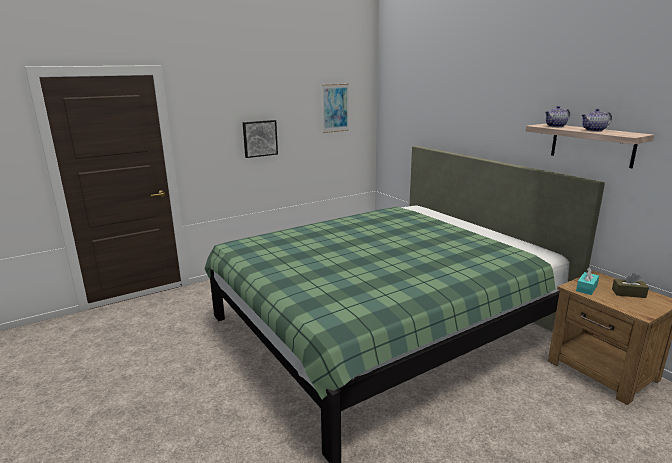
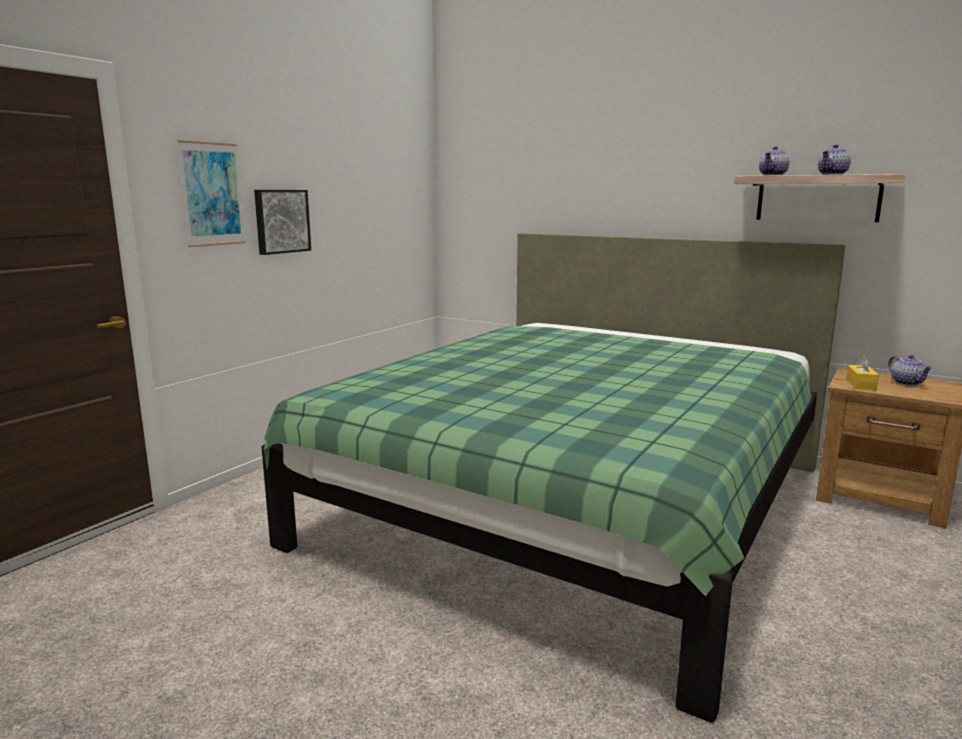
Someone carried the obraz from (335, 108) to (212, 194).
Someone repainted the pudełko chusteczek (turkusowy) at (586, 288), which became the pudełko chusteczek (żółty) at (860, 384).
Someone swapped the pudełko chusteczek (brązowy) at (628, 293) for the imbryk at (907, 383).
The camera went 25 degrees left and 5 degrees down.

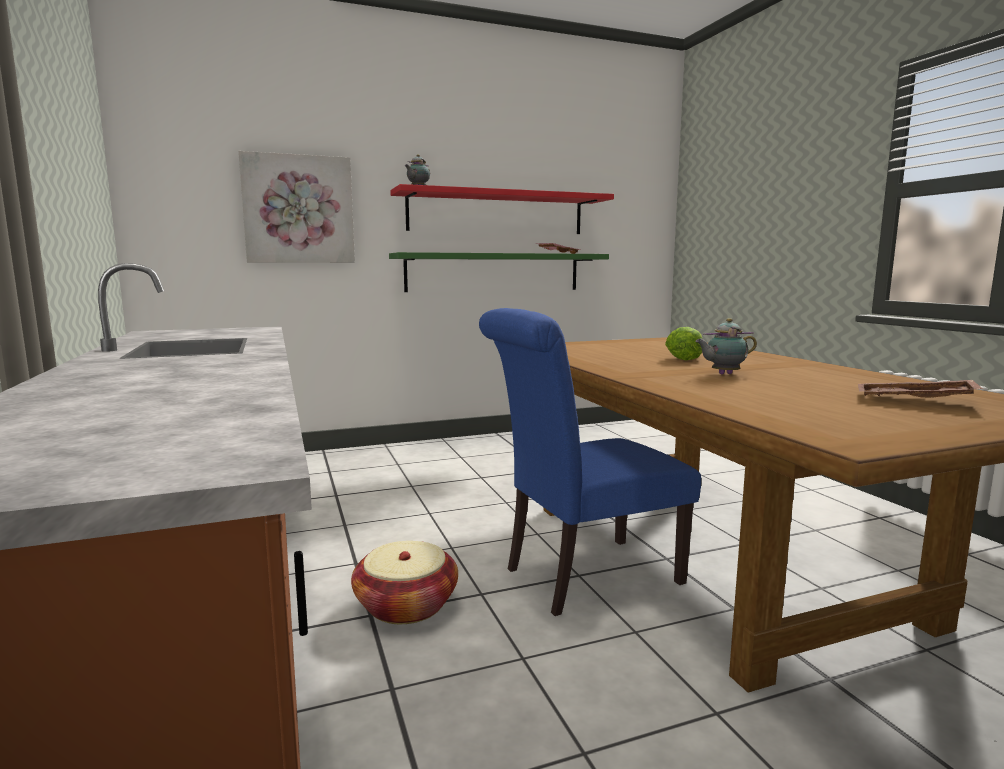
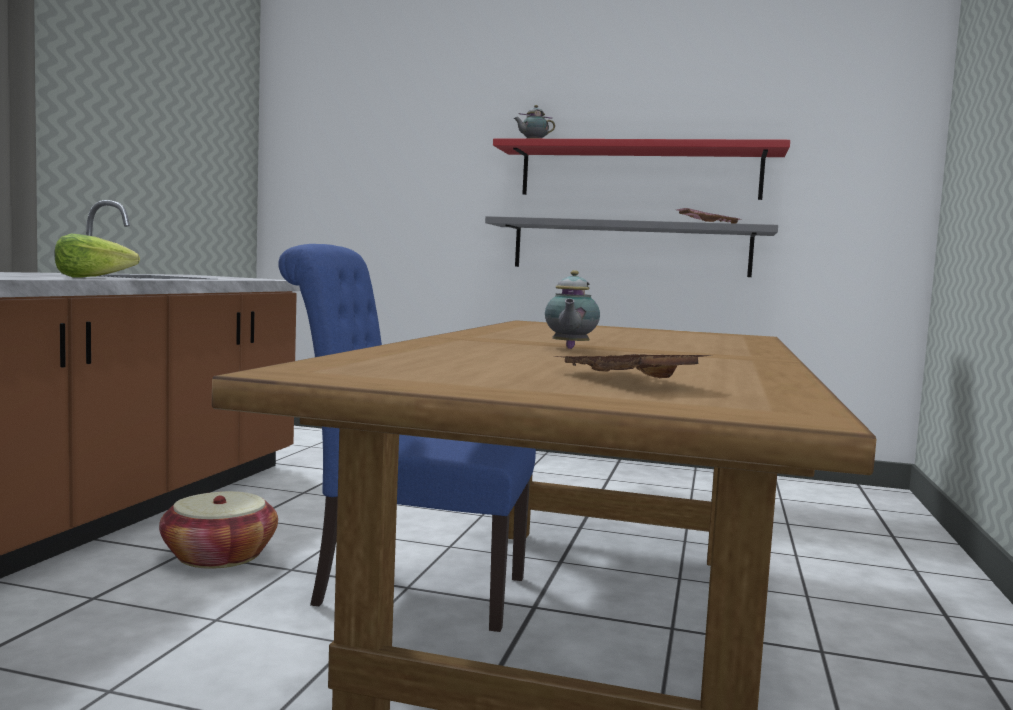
Someone carried the sałata from (684, 358) to (93, 278).
Someone repainted the półka (zielony) at (494, 272), which became the półka (szary) at (630, 248).
Someone rotated the imbryk at (723, 374) by 105 degrees counterclockwise.
Someone took away the obraz at (298, 209).
The camera went 35 degrees right and 5 degrees down.

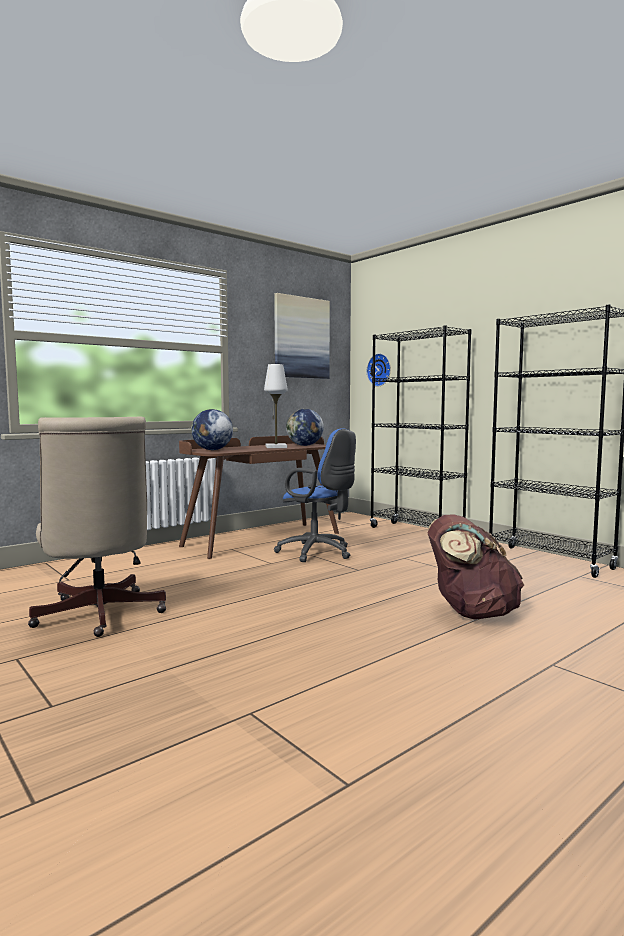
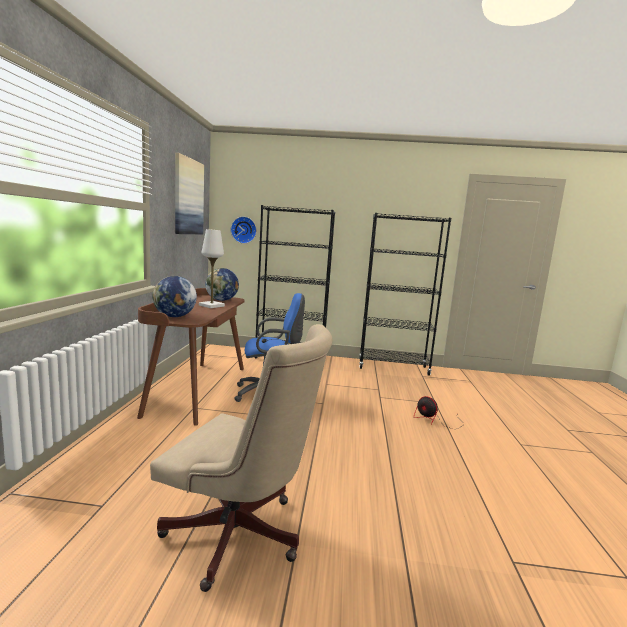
Someone swapped the plecak (brązowy) at (470, 613) for the wentylator at (436, 421).
The camera went 45 degrees left and 5 degrees up.

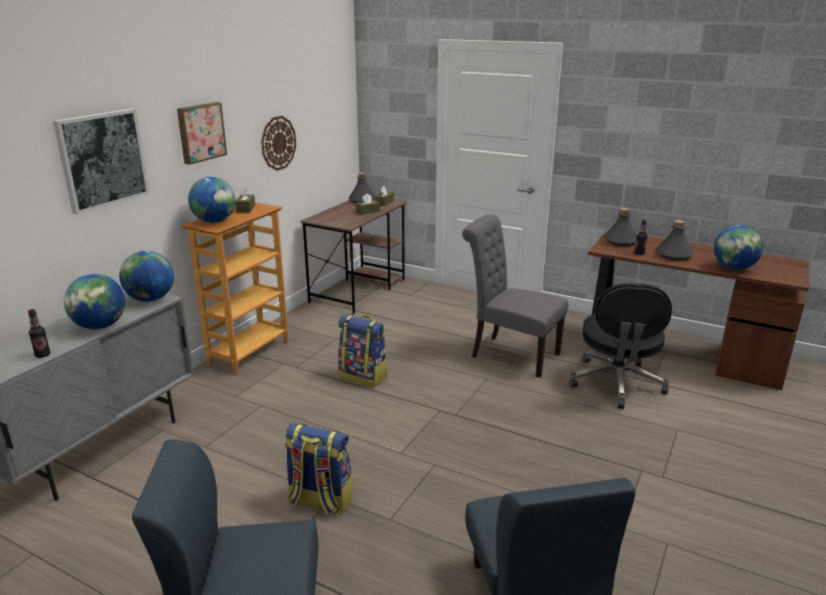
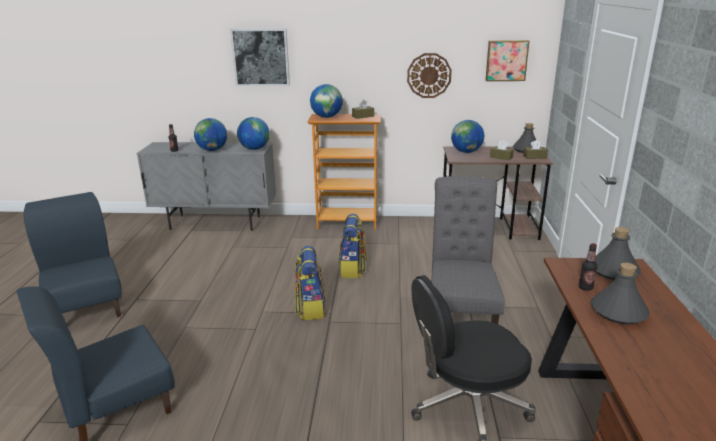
Someone carried the plecak from (320, 501) to (310, 308).
Someone carried the globus from (734, 268) to (466, 152).
Someone carried the obraz from (200, 132) to (506, 60).
The camera went 65 degrees right and 0 degrees up.

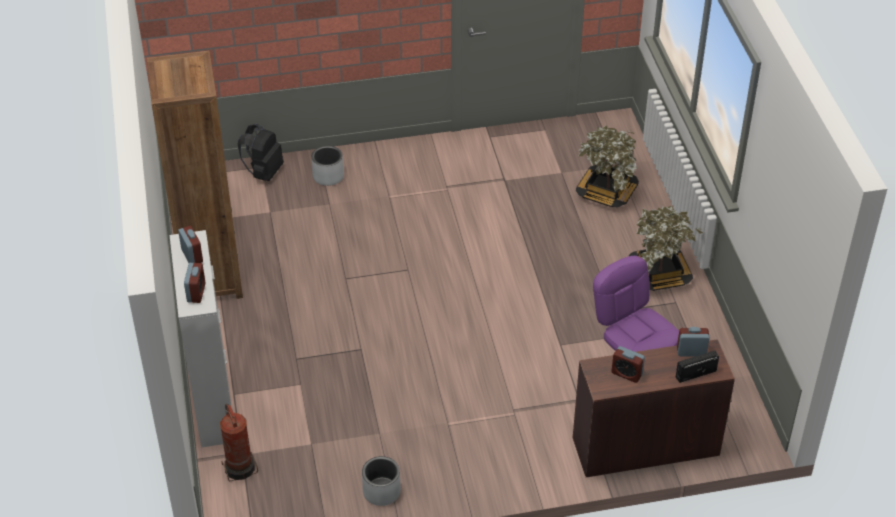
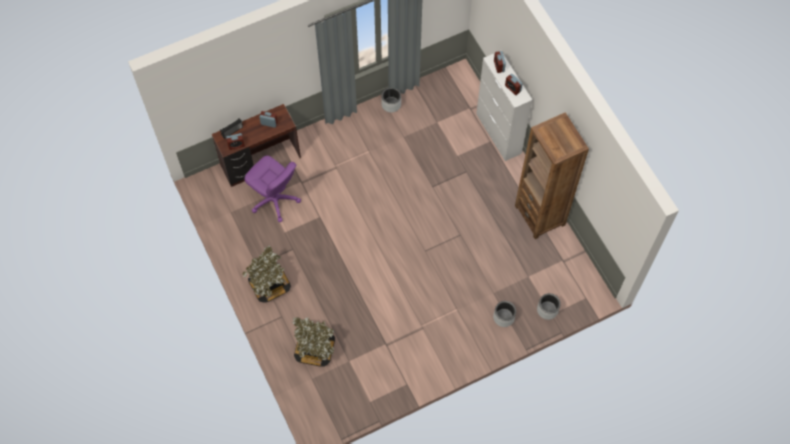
Someone swapped the plecak (czarny) at (264, 172) for the donica (szary) at (547, 310).
Someone took away the gaśnica at (240, 467).
The camera went 165 degrees right and 20 degrees up.

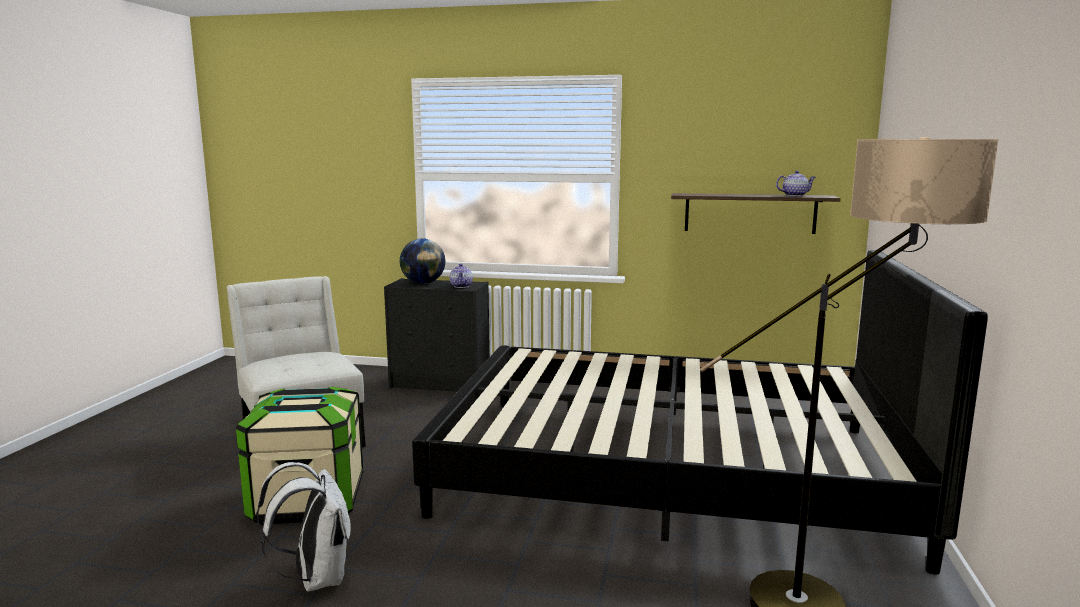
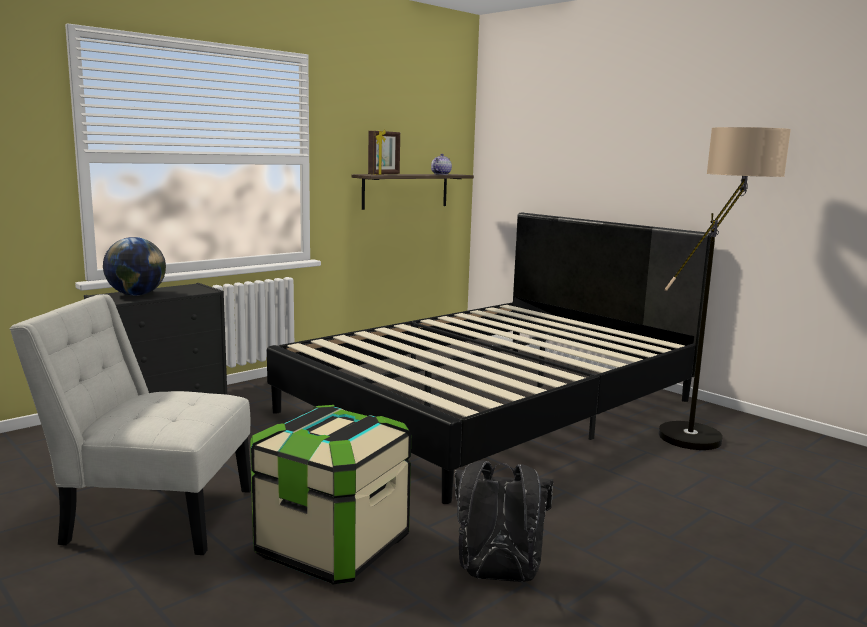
Someone put down the ramka na zdjęcie at (384, 174).
Someone repainted the plecak (biały) at (316, 578), which became the plecak (czarny) at (497, 576).
Someone took away the imbryk at (462, 286).
The camera went 55 degrees left and 0 degrees up.

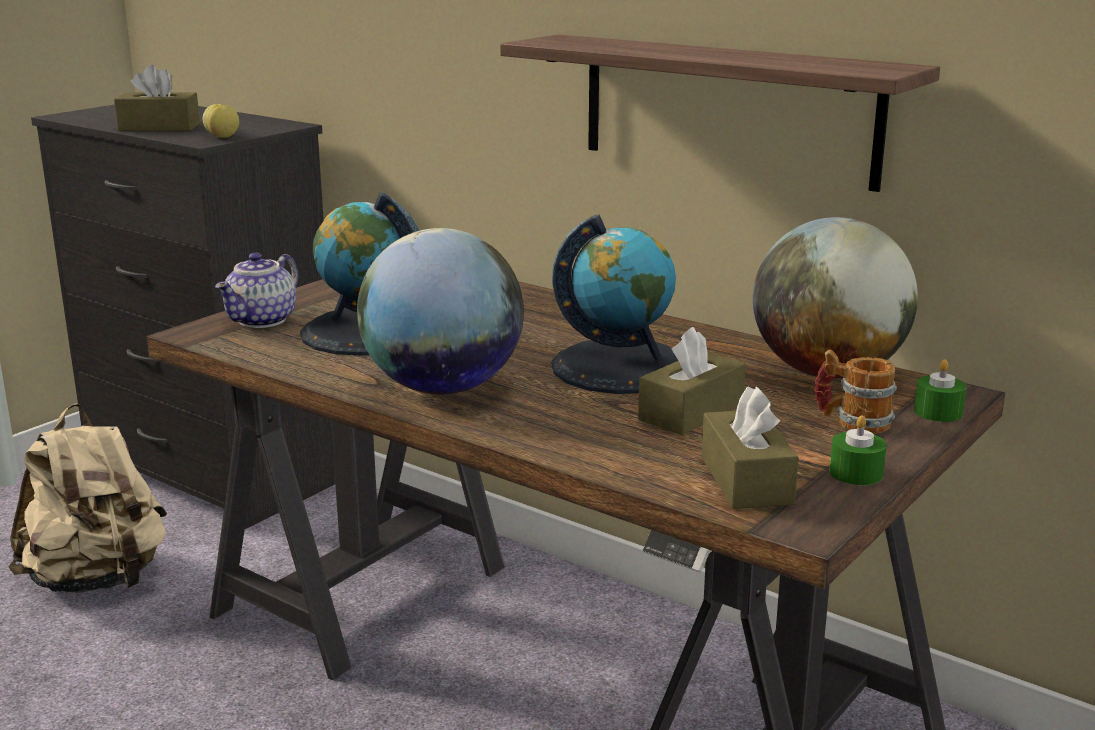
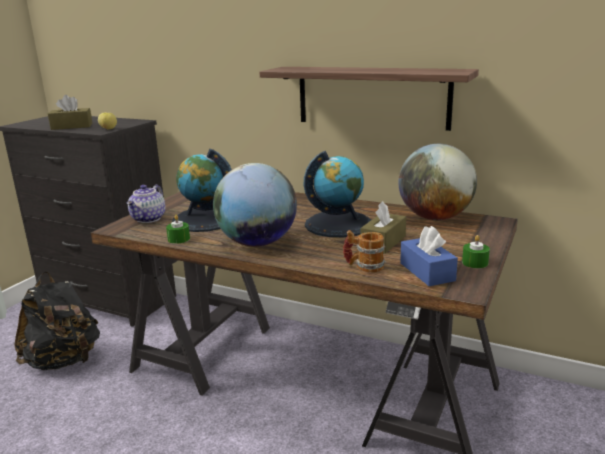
Someone repainted the plecak (beżowy) at (98, 580), which became the plecak (czarny) at (64, 361).
Someone carried the świeca (zielony) from (938, 412) to (179, 239).
Someone carried the kubek from (852, 422) to (364, 266).
Someone repainted the pudełko chusteczek (brązowy) at (746, 480), which became the pudełko chusteczek (niebieski) at (427, 272).
The camera went 10 degrees left and 0 degrees up.

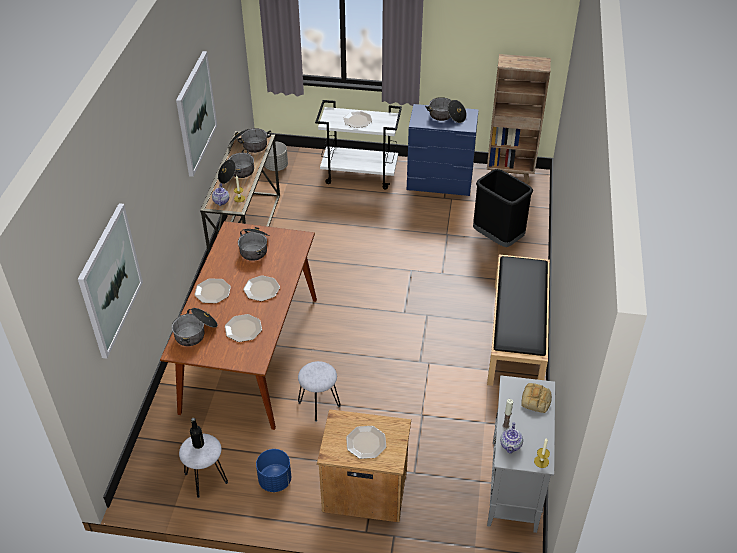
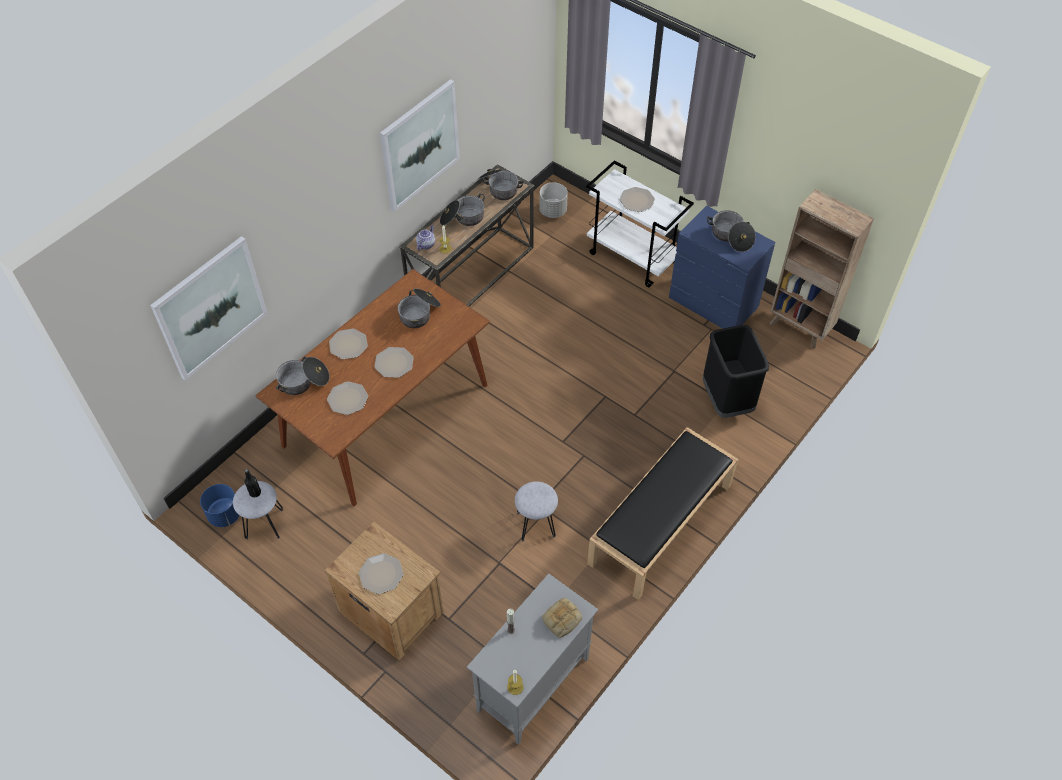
Someone carried the donica (niebieski) from (275, 480) to (225, 515).
Someone carried the stołek (szary) from (319, 404) to (536, 524).
Someone took away the imbryk at (511, 445).
The camera went 30 degrees right and 10 degrees up.

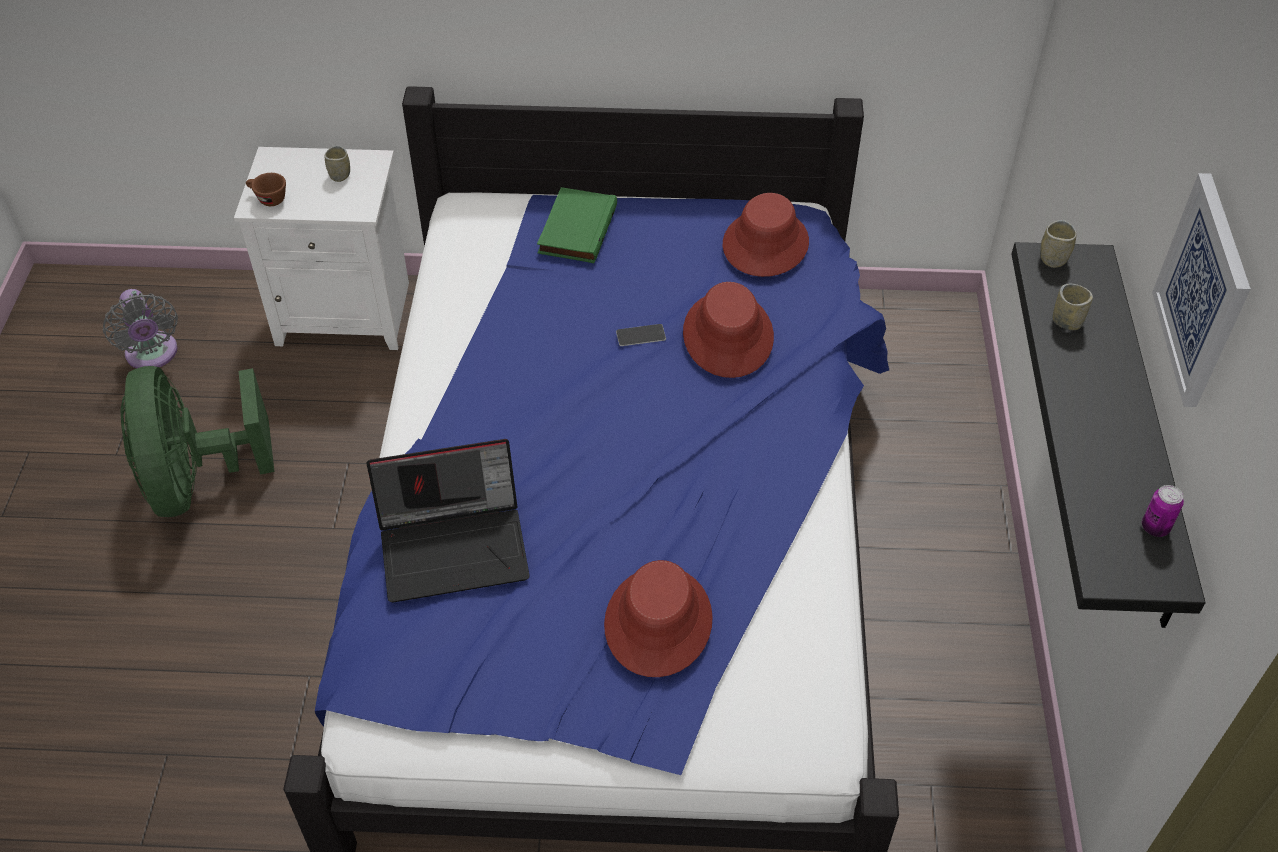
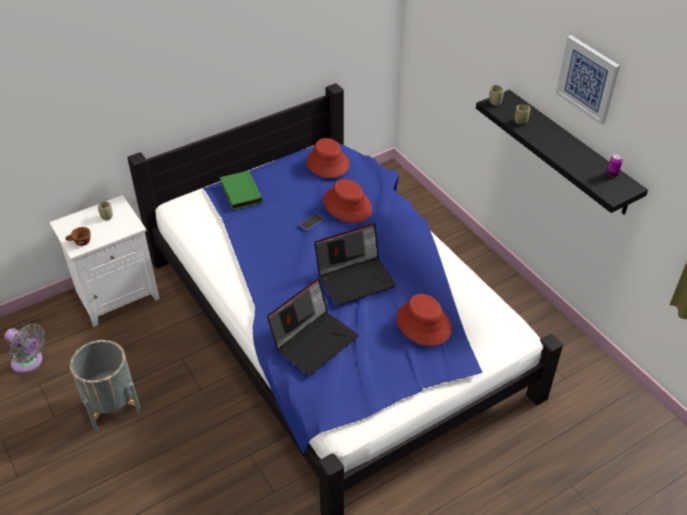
Someone swapped the wentylator (zielony) at (198, 480) for the donica (szary) at (112, 405).
Someone put down the laptop at (356, 278).
The camera went 35 degrees left and 5 degrees down.

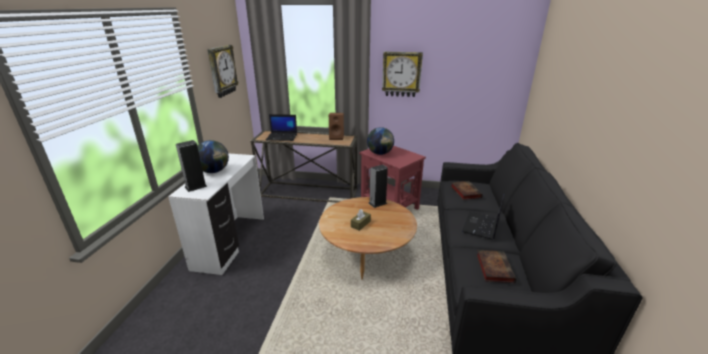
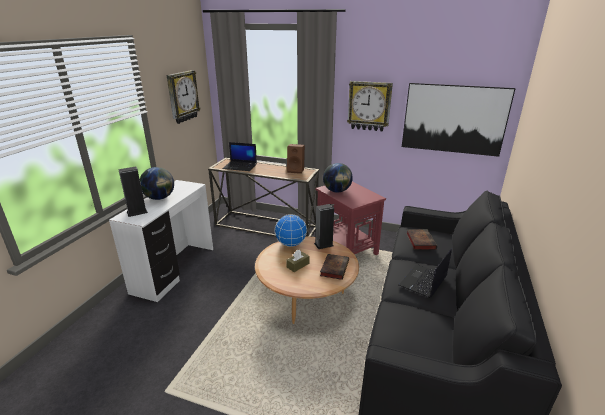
Someone put down the globus at (291, 244).
Someone carried the książka from (493, 267) to (334, 268).
Someone put up the obraz at (454, 119).
The camera went 10 degrees right and 0 degrees up.

